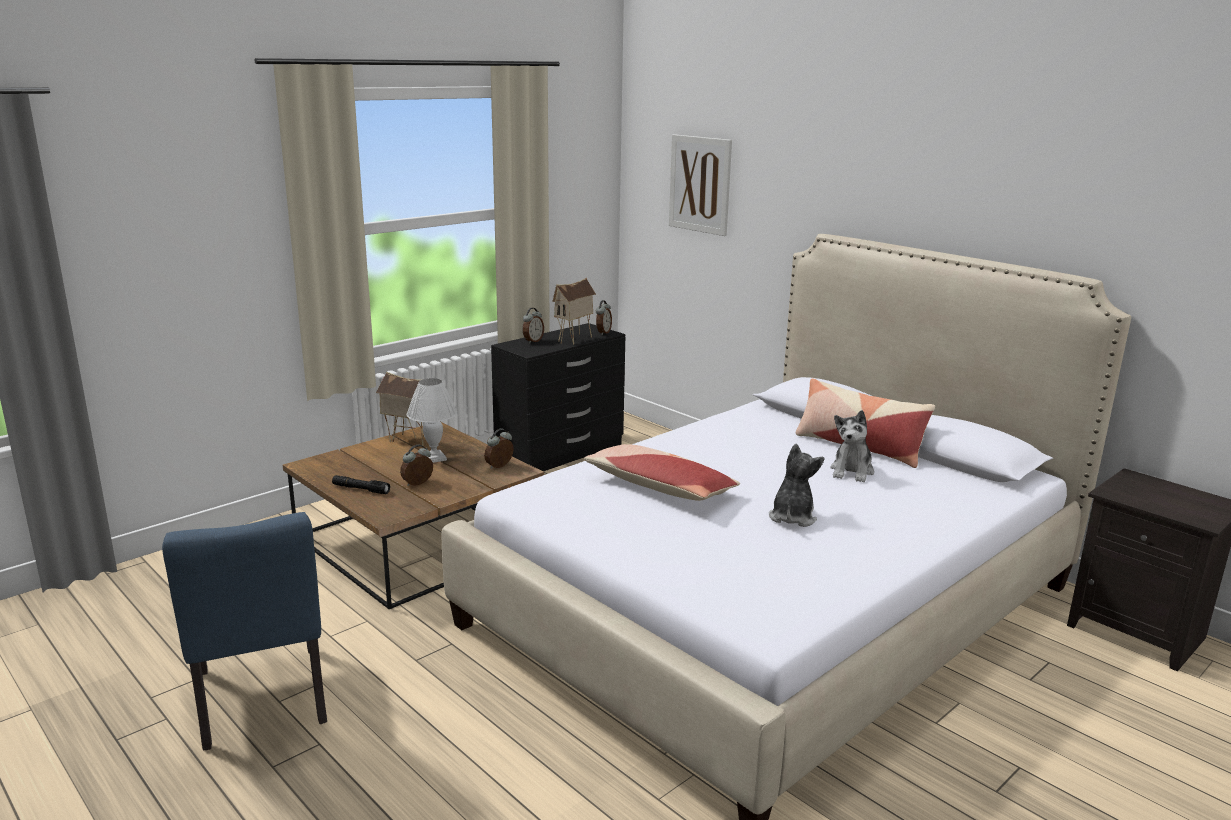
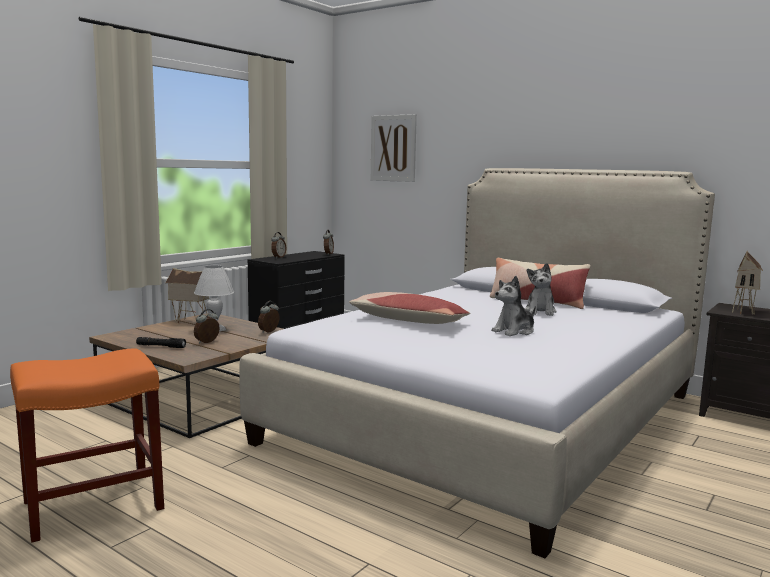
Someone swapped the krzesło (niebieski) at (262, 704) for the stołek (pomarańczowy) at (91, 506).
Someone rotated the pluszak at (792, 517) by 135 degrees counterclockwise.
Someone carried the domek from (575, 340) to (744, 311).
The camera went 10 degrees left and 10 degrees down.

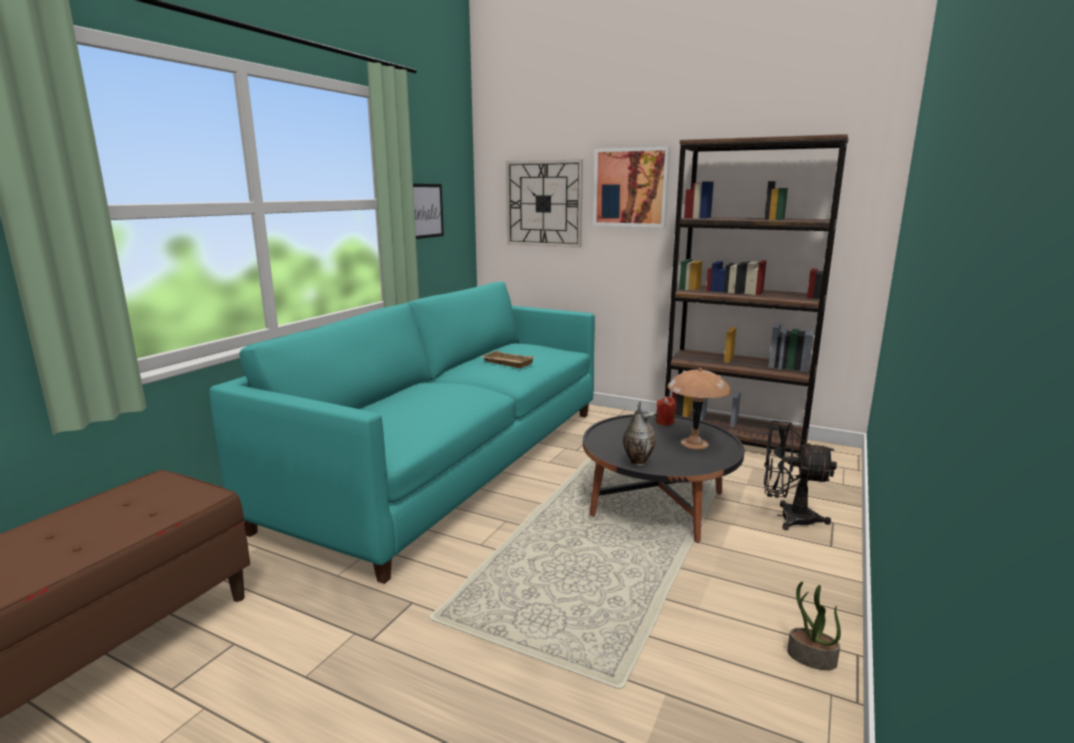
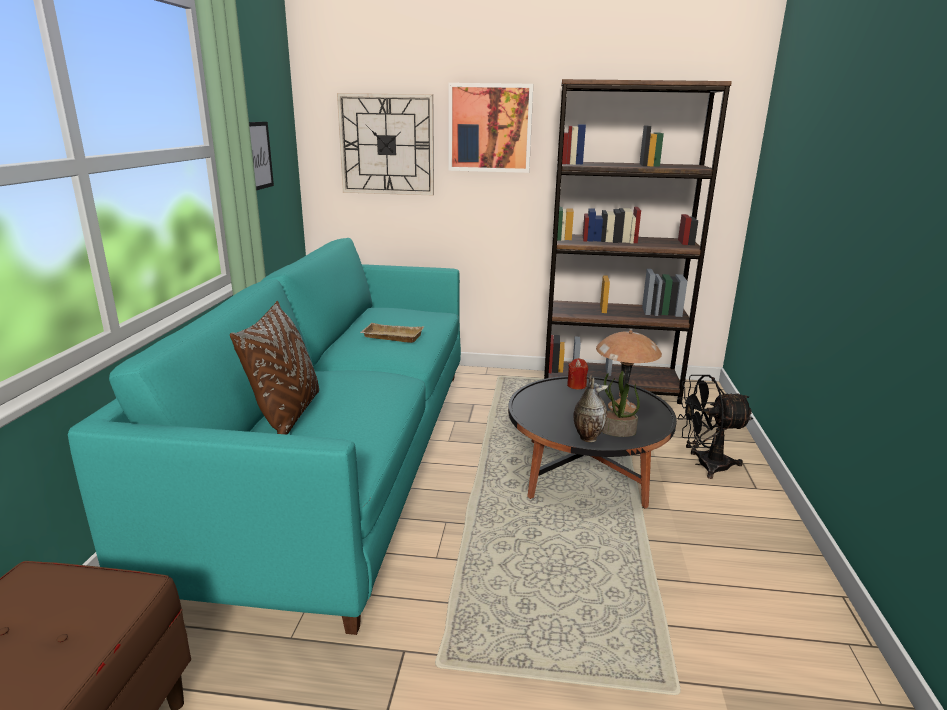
Someone put down the poduszka (brązowy) at (287, 415).
Someone carried the roślina doniczkowa from (810, 658) to (617, 431).
The camera went 20 degrees left and 5 degrees up.

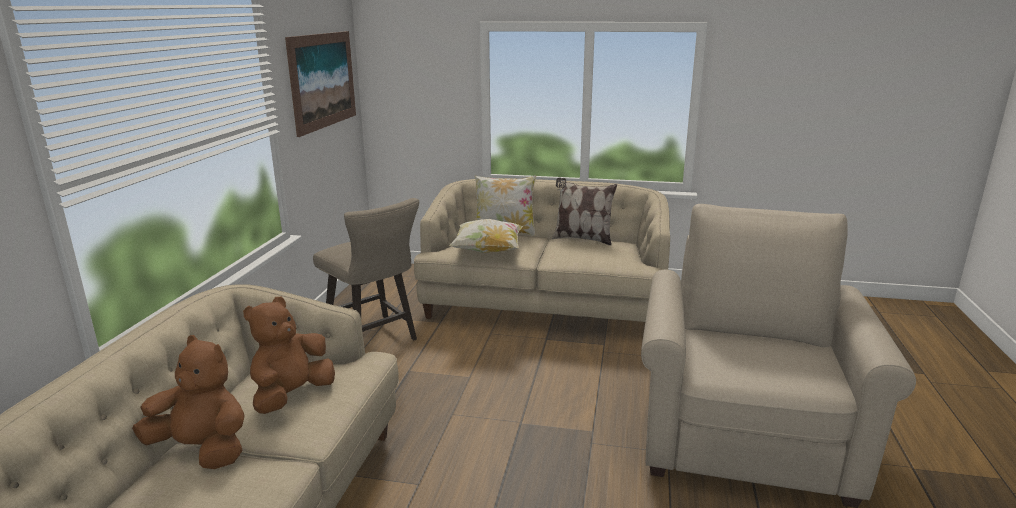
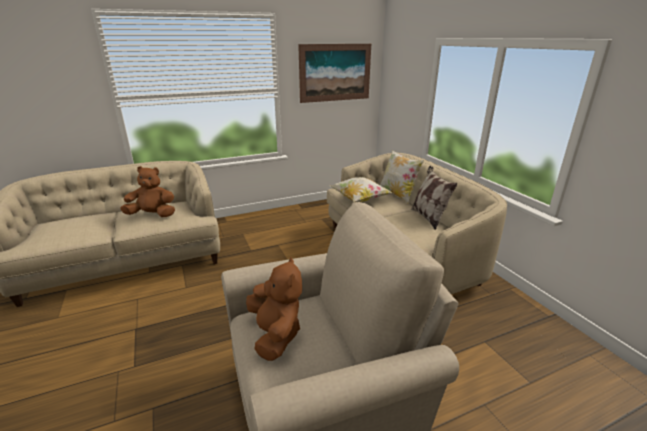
Someone carried the pluszak (brązowy) from (203, 449) to (275, 335).
Someone took away the stołek (beżowy) at (375, 340).
The camera went 55 degrees right and 5 degrees up.

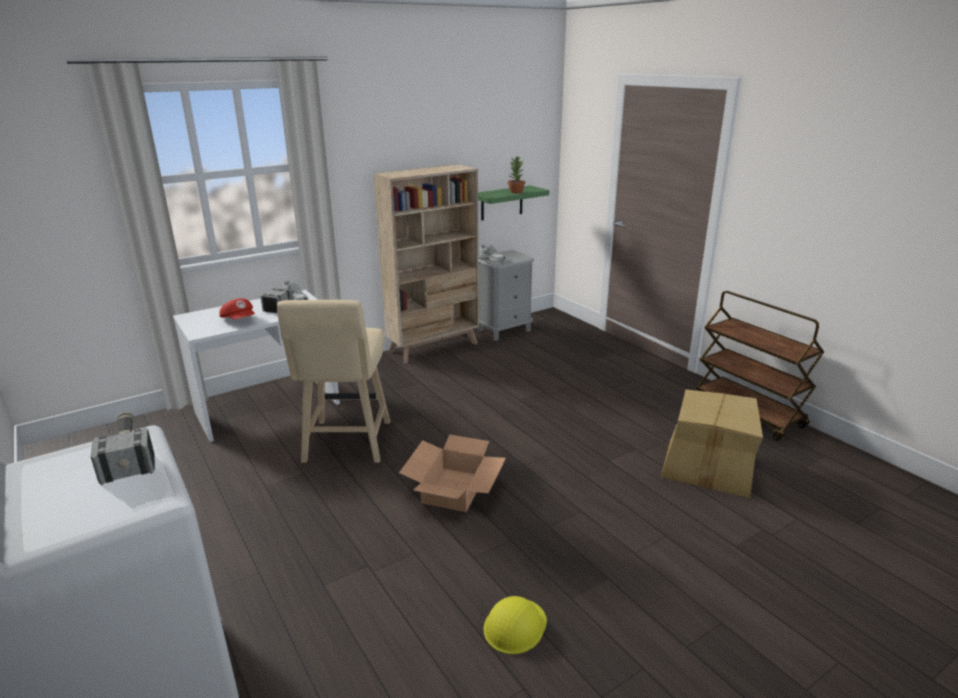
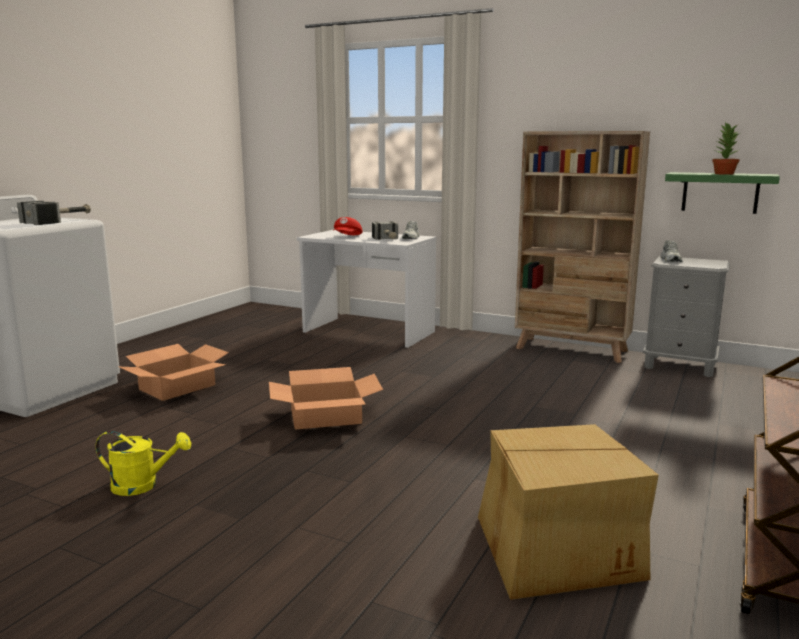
Someone swapped the kask (żółty) at (515, 626) for the konewka (żółty) at (143, 485).
Someone put down the karton at (177, 387).
Someone took away the stołek (beżowy) at (346, 445).
The camera went 60 degrees right and 10 degrees down.

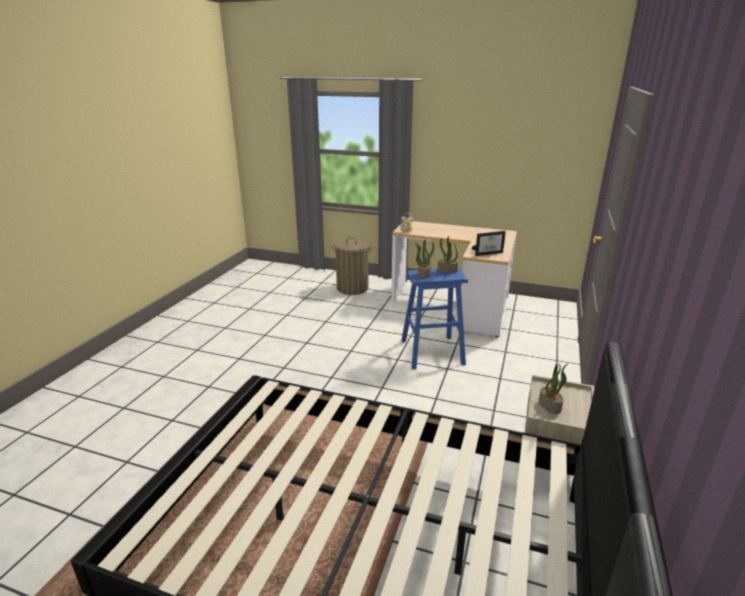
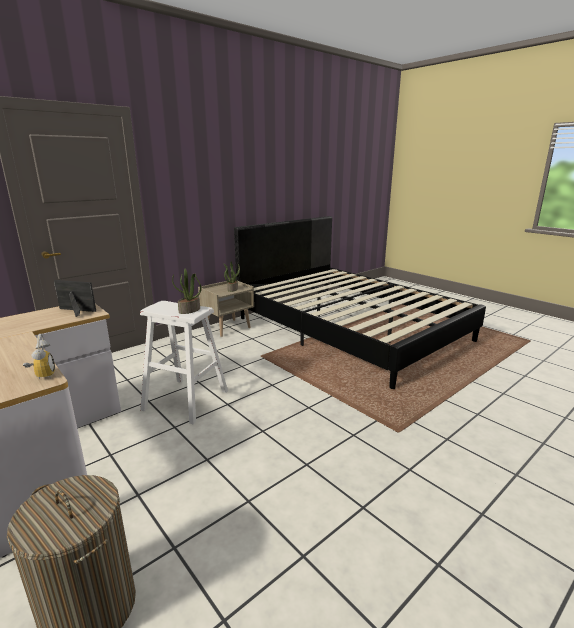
Someone repainted the stołek (niebieski) at (432, 352), which became the stołek (biały) at (186, 400).
Someone took away the roślina doniczkowa at (447, 270).
The camera went 150 degrees left and 5 degrees down.

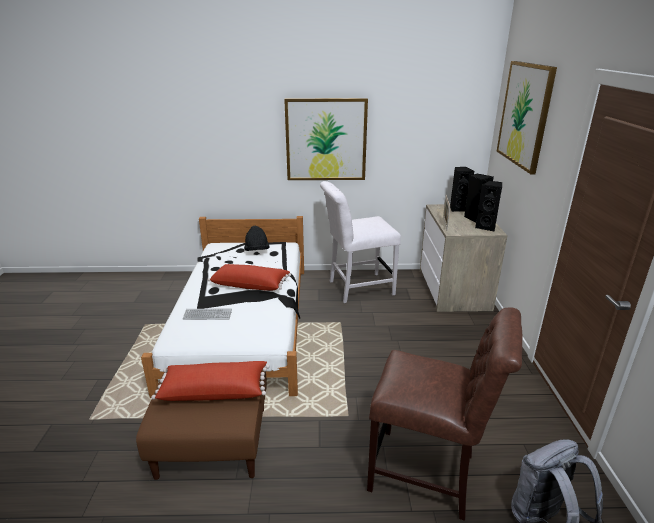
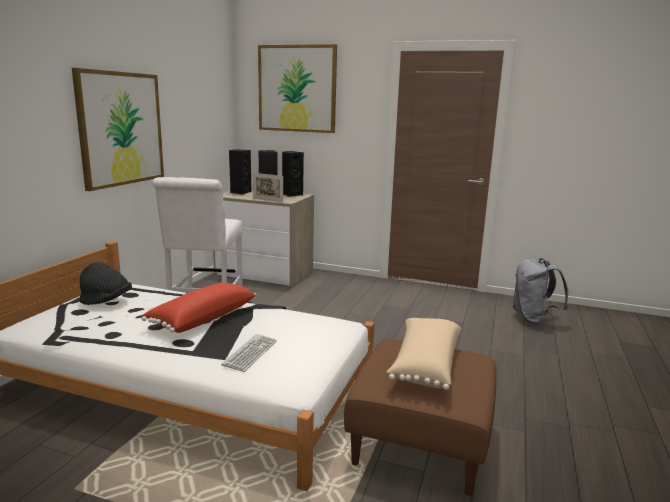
Someone repainted the poduszka (czerwony) at (214, 390), which became the poduszka (beżowy) at (424, 364).
Someone took away the krzesło (brązowy) at (428, 474).
The camera went 70 degrees left and 10 degrees down.

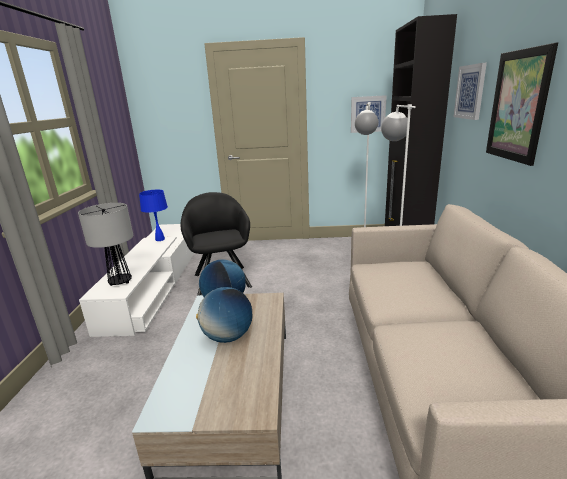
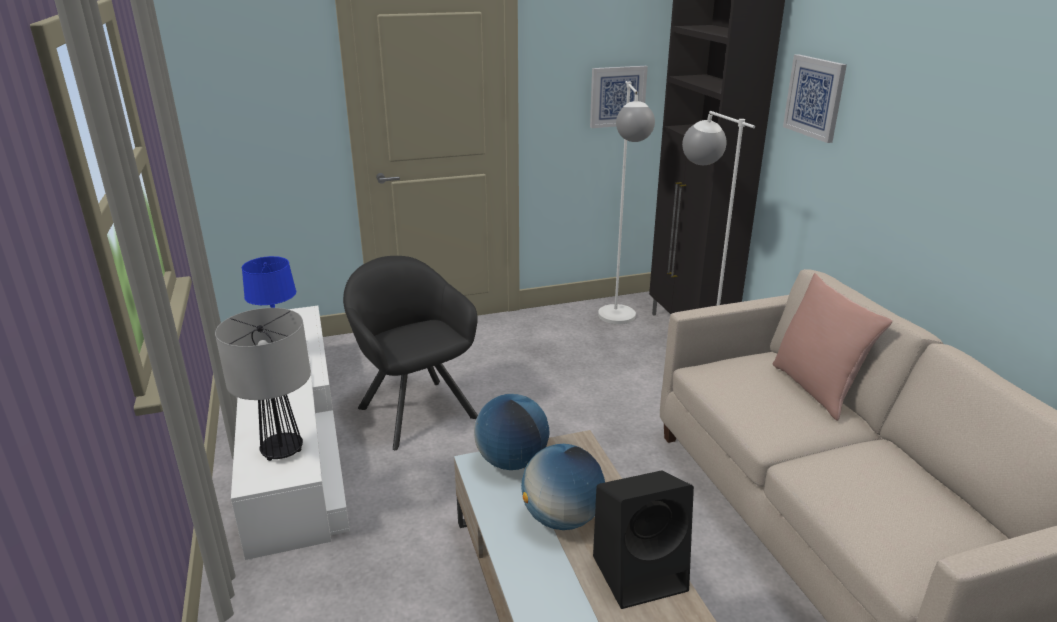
Someone put down the głośnik (czarny) at (641, 572).
Someone put down the poduszka (różowy) at (816, 389).
Someone took away the obraz at (518, 106).
The camera went 20 degrees left and 5 degrees up.

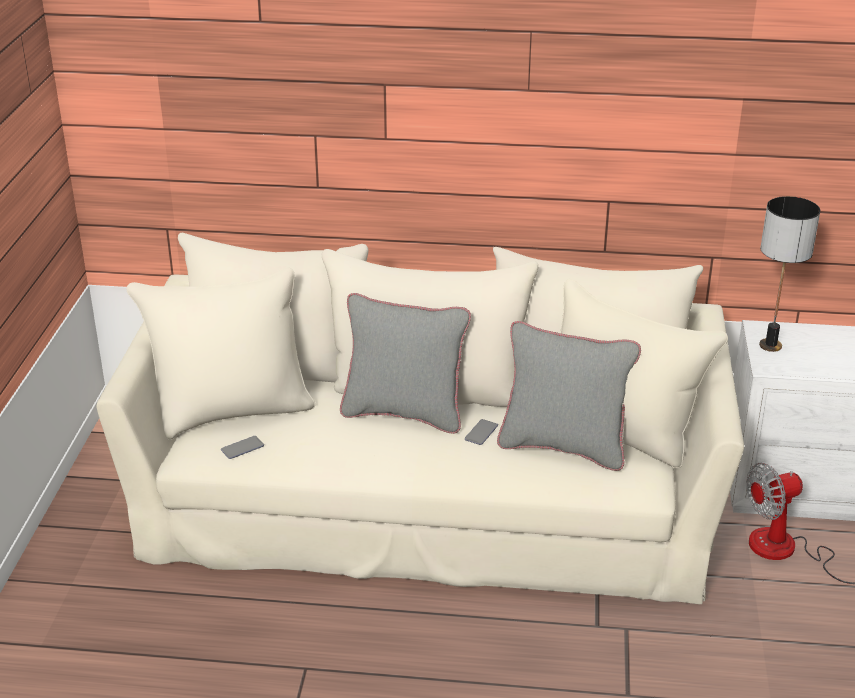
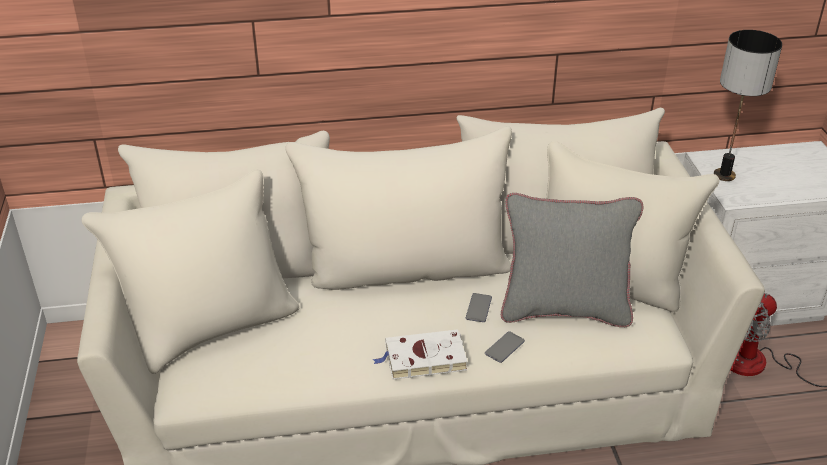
Someone put down the książka (biały) at (423, 359).
Someone carried the telefon from (242, 448) to (504, 348).
Someone took away the poduszka (szary) at (404, 413).
The camera went 15 degrees left and 5 degrees up.

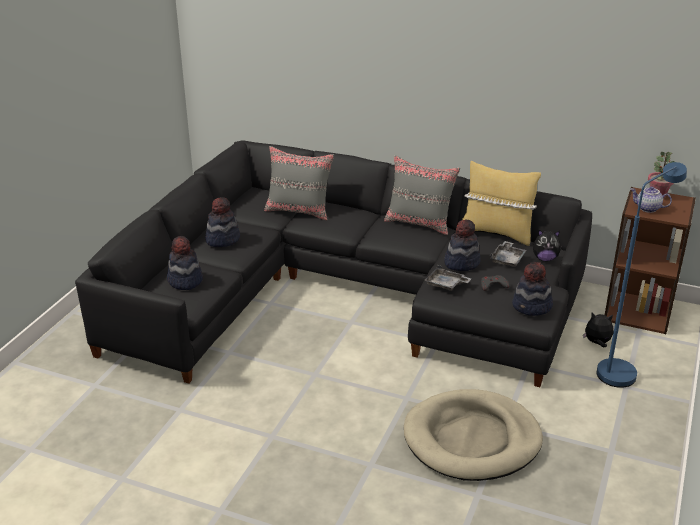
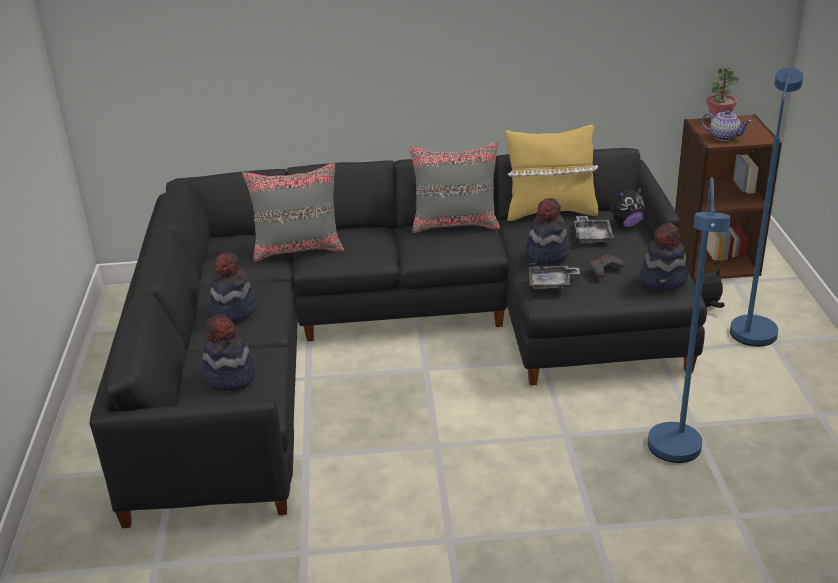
Someone swapped the legowisko (beżowy) at (472, 439) for the lampa stojąca (niebieski) at (676, 455).
Someone rotated the imbryk at (647, 209) by 150 degrees counterclockwise.
The camera went 25 degrees left and 0 degrees up.

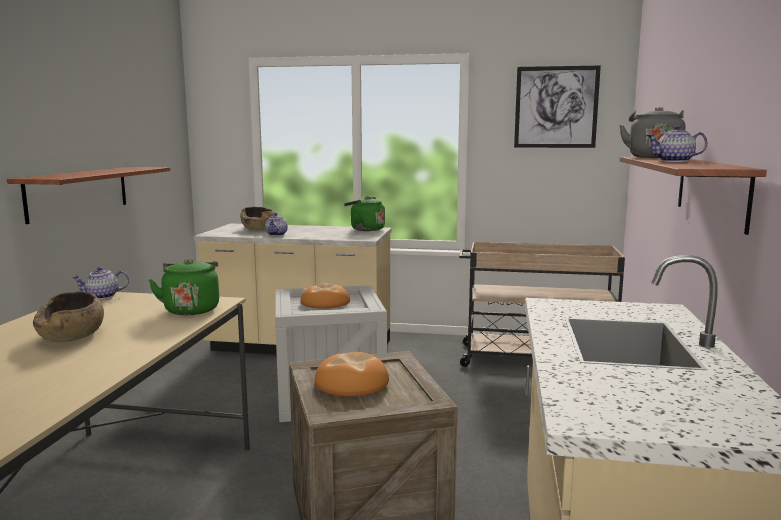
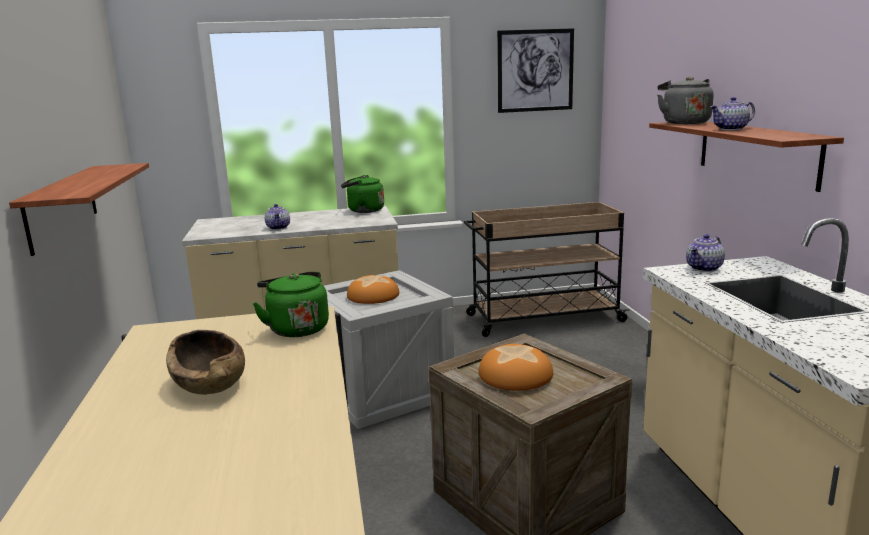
Someone carried the imbryk from (102, 296) to (704, 268).
Someone took away the miska (brązowy) at (259, 229).
The camera went 20 degrees left and 5 degrees up.

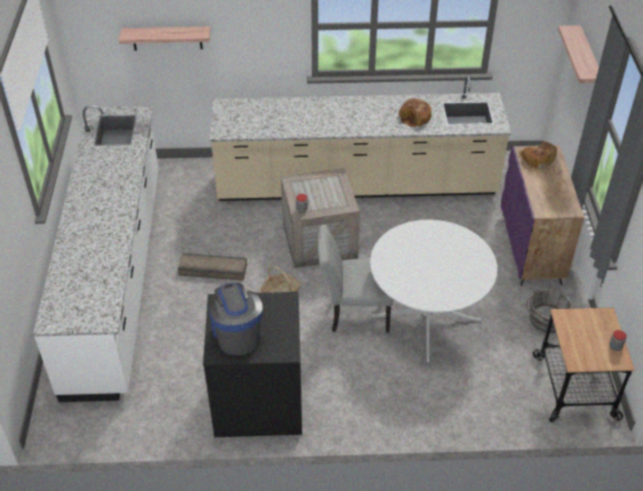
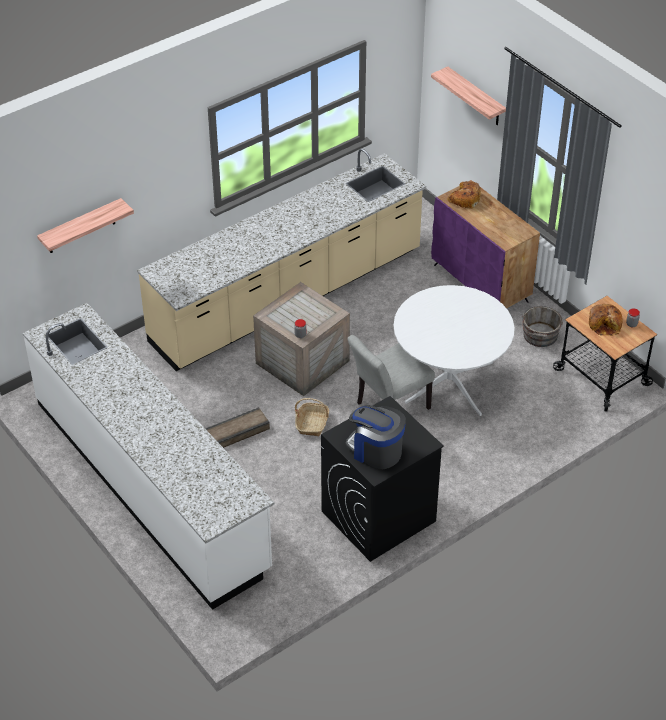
Someone carried the chleb from (415, 118) to (605, 324).
The camera went 35 degrees left and 0 degrees up.

